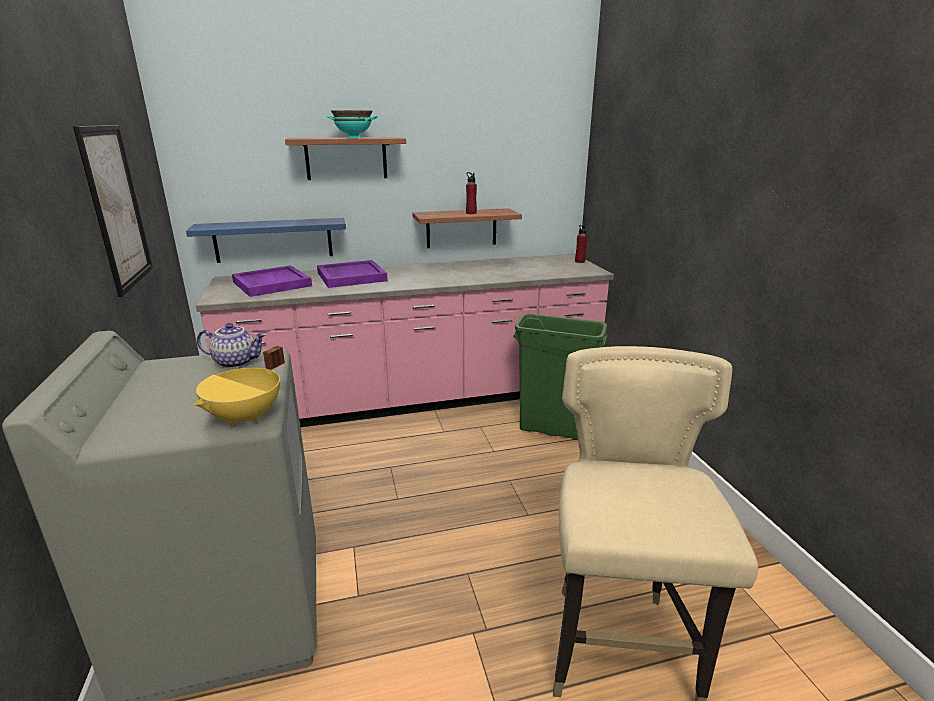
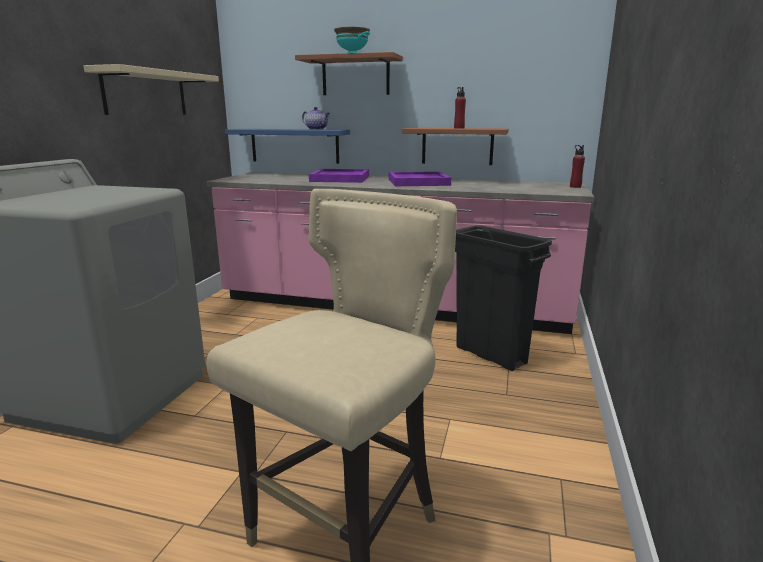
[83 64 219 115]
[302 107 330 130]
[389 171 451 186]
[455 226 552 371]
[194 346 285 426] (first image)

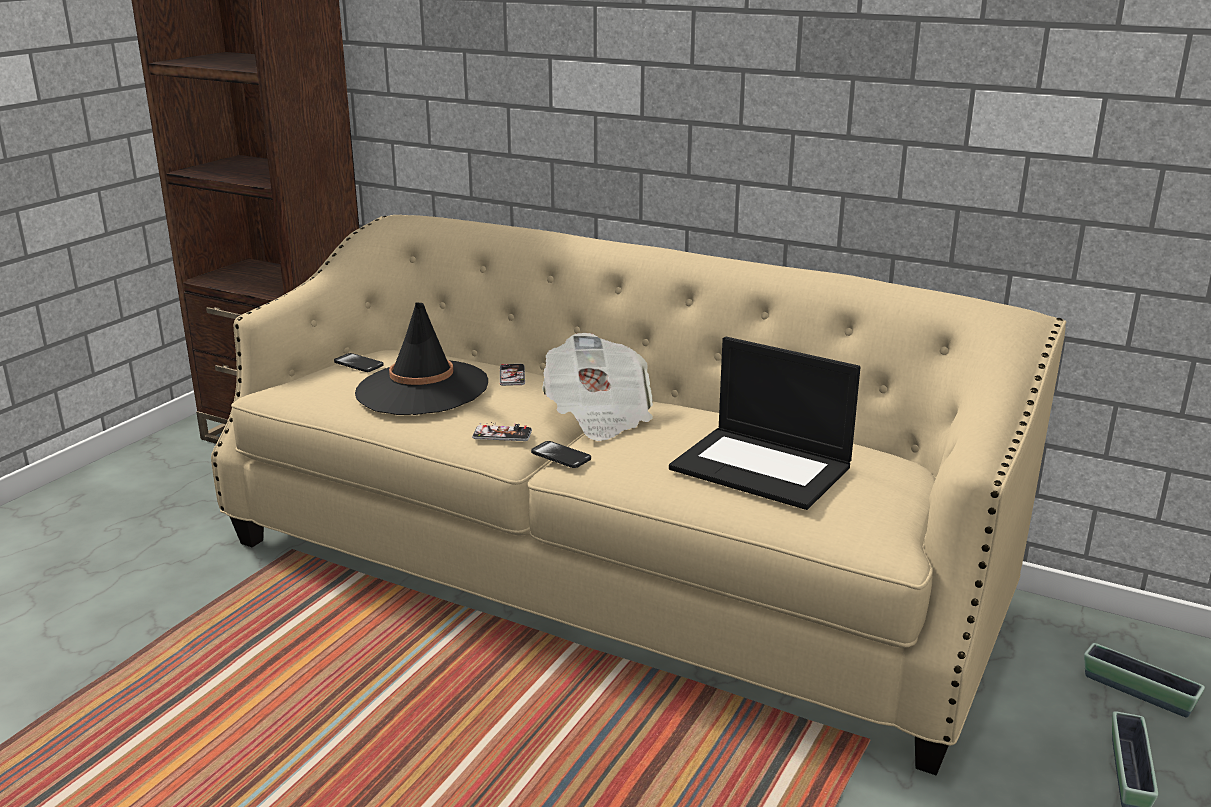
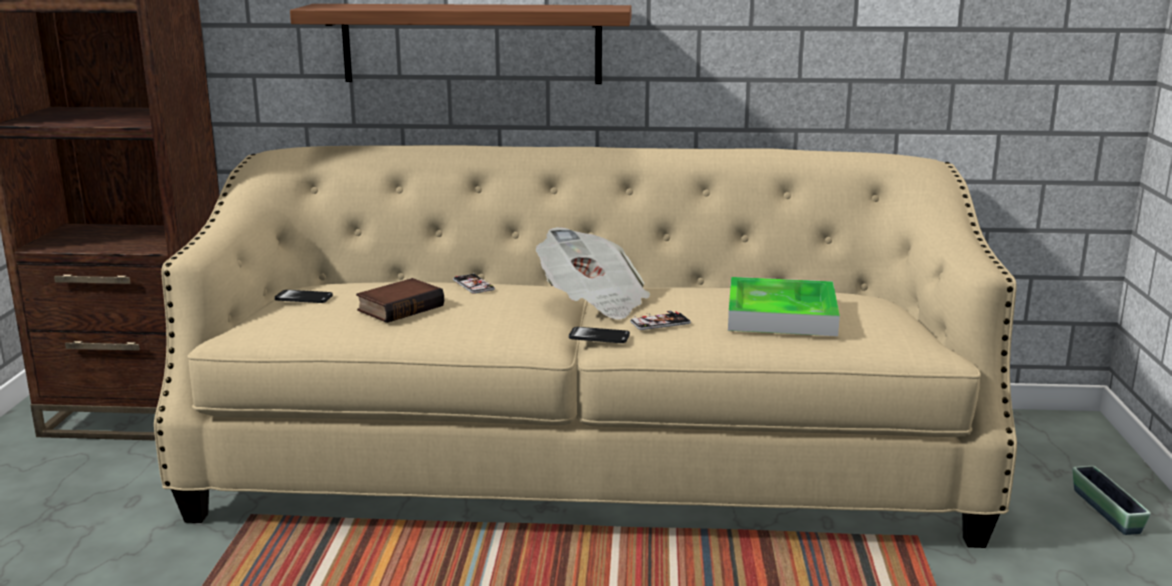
[290 4 632 84]
[356 278 444 323]
[630 311 691 330]
[728 277 840 336]
[1084 643 1205 717] (first image)

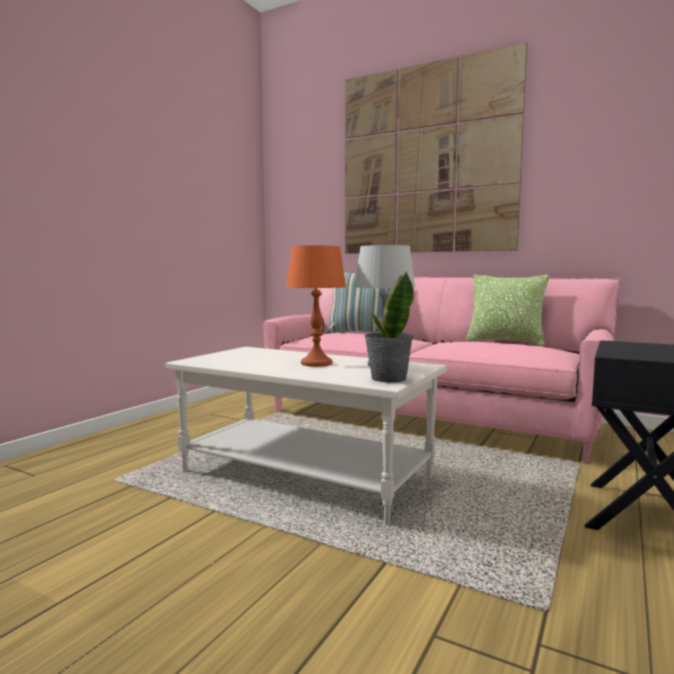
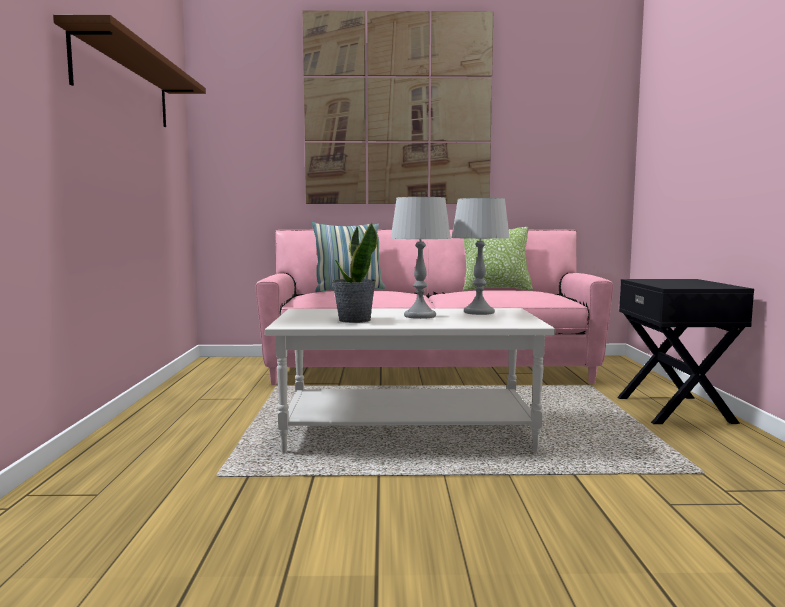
[53 14 206 127]
[332 222 377 323]
[390 197 451 319]

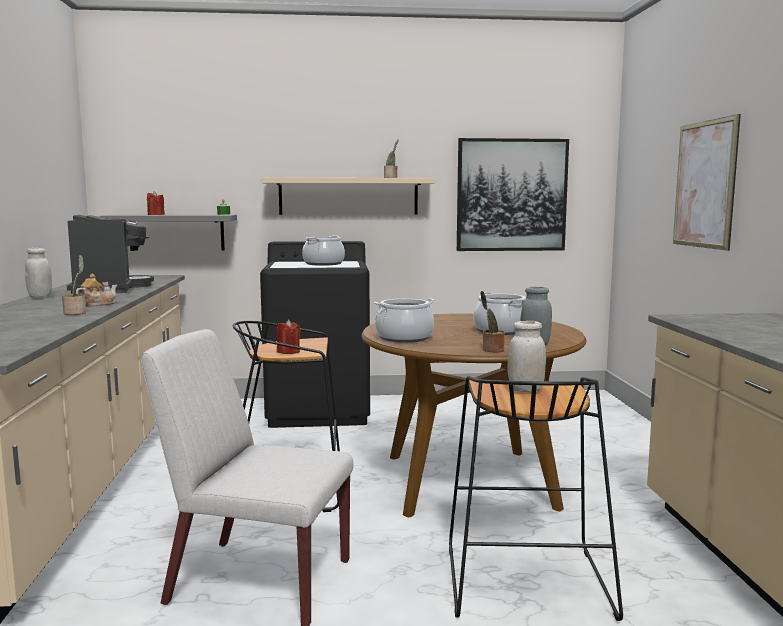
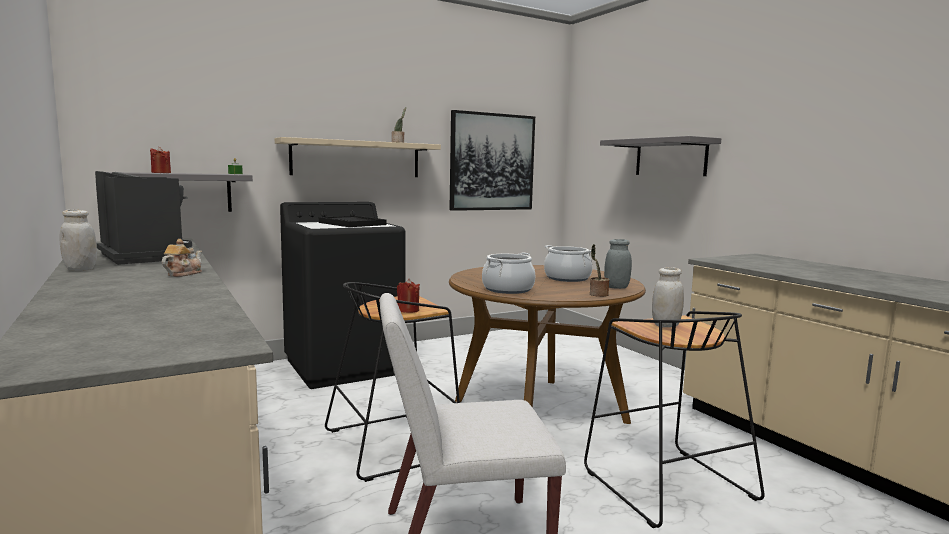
[319 216 386 227]
[600 136 721 176]
[62 255 86 315] (first image)

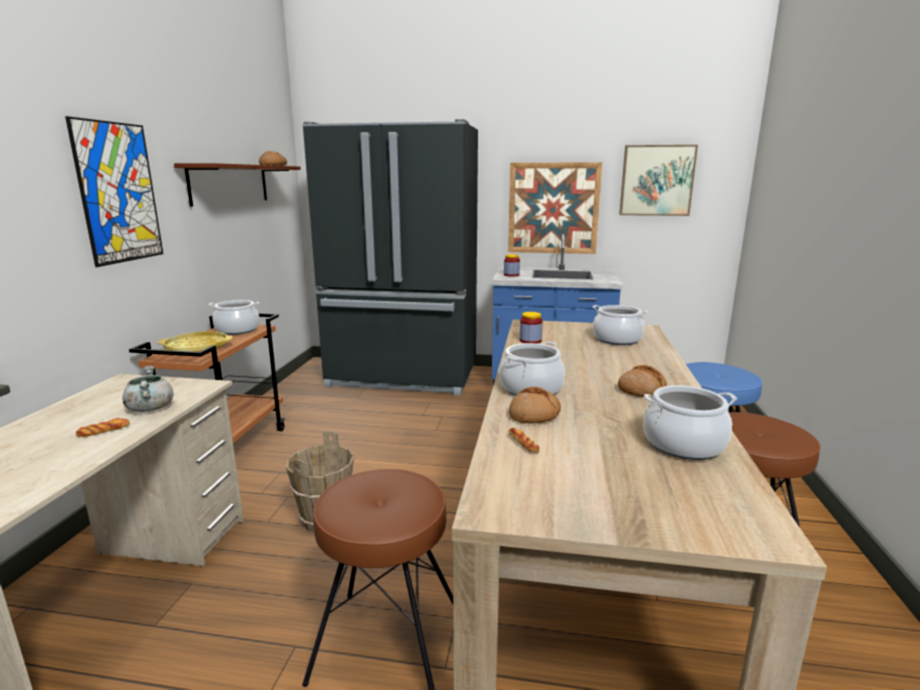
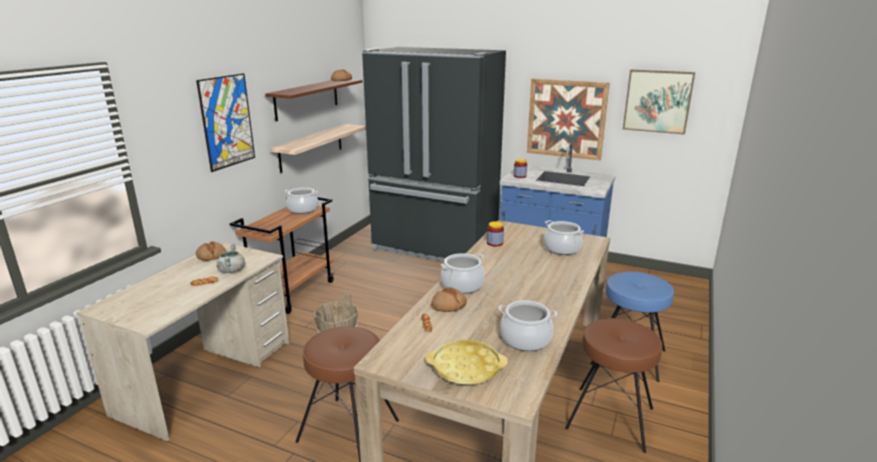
[196 241 227 261]
[270 124 366 173]
[426 340 508 385]

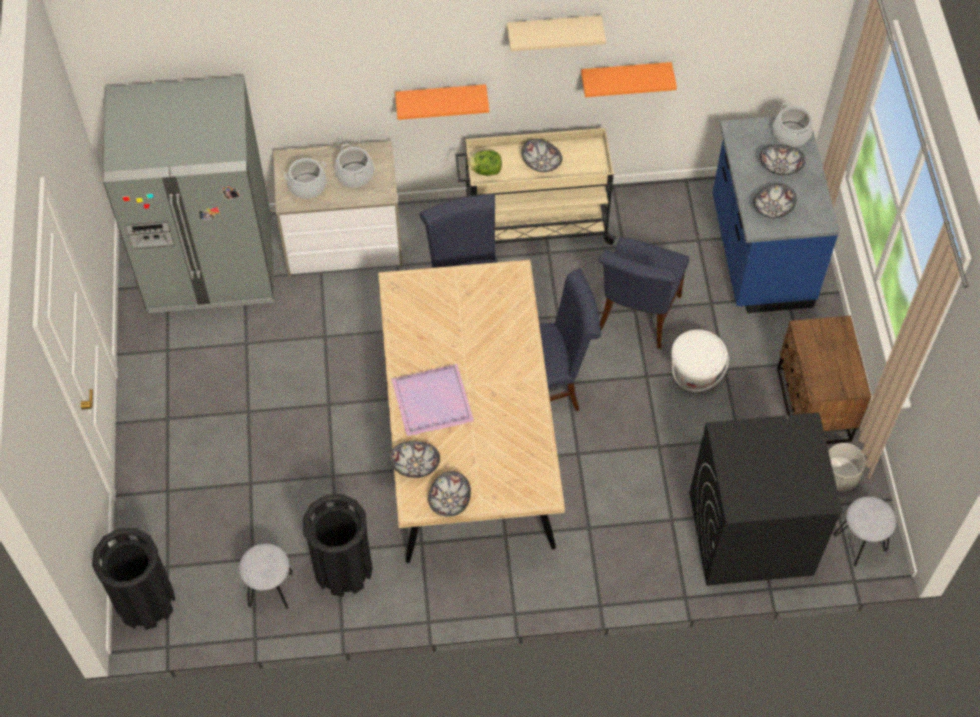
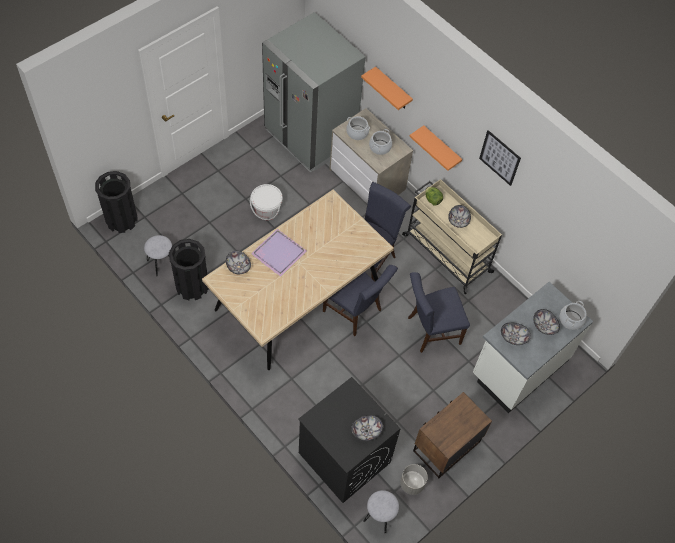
[250 184 283 220]
[351 415 383 441]
[361 67 413 110]
[473 282 593 413]
[479 130 521 186]

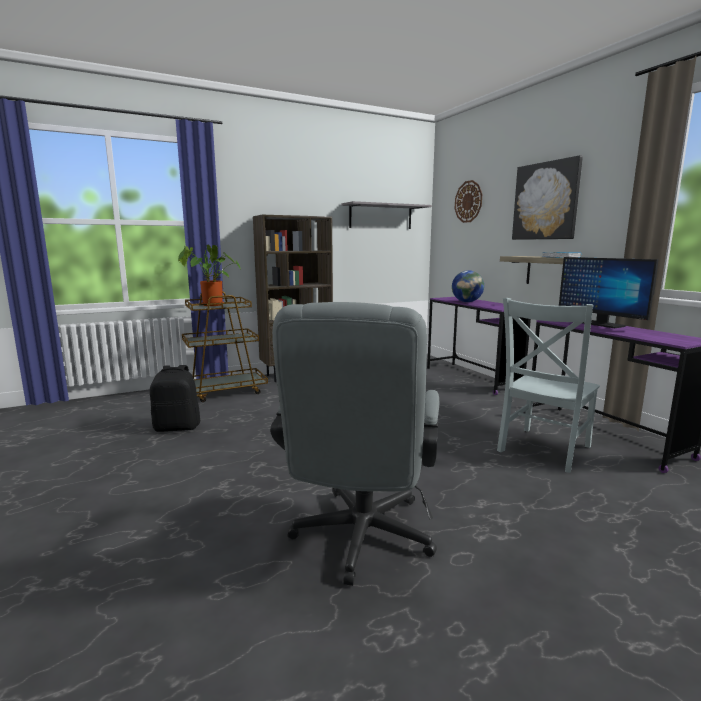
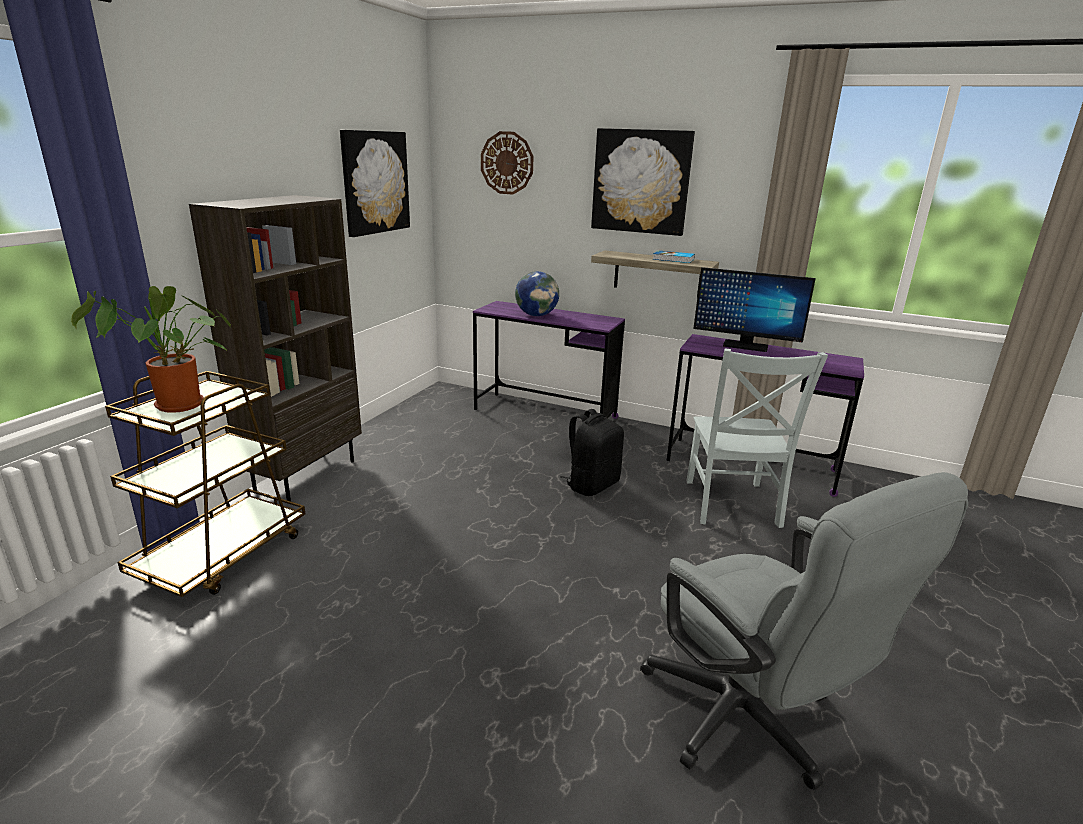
[340 130 410 237]
[560 409 624 496]

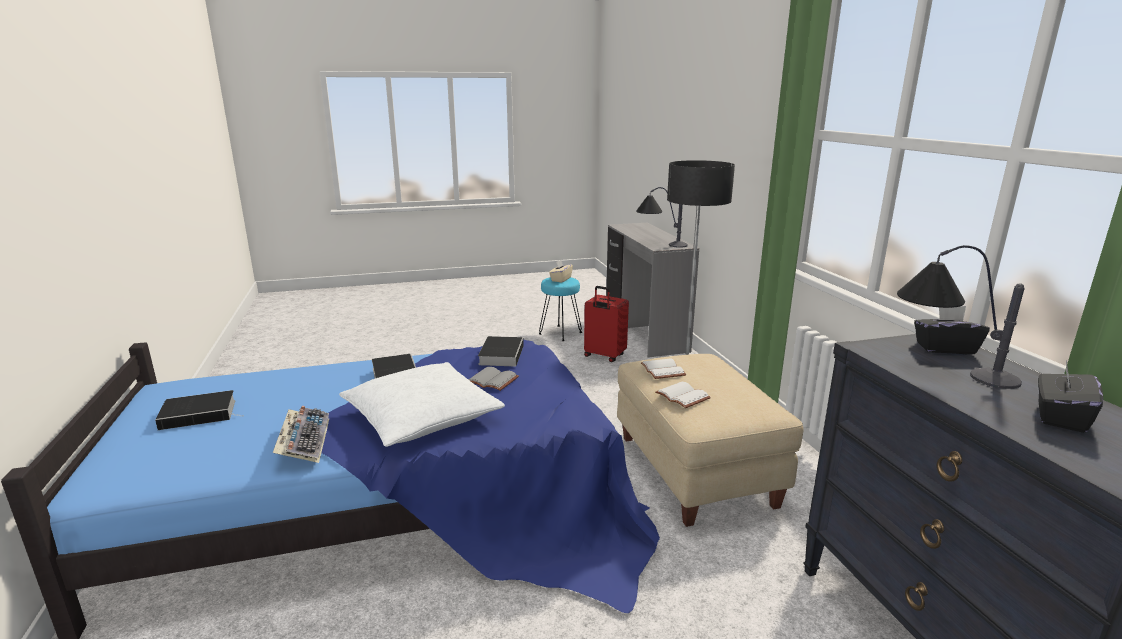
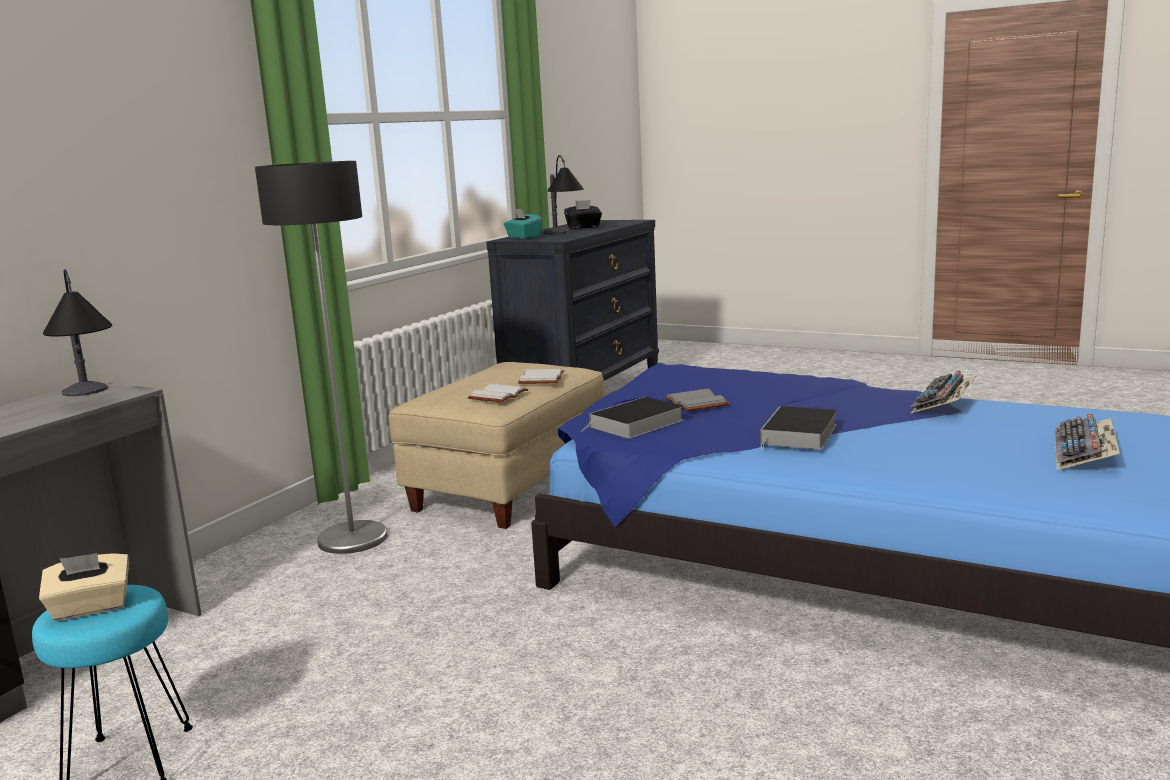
[504 208 542 239]
[1055 413 1120 470]
[339 362 505 447] (first image)
[584 286 629 362] (first image)

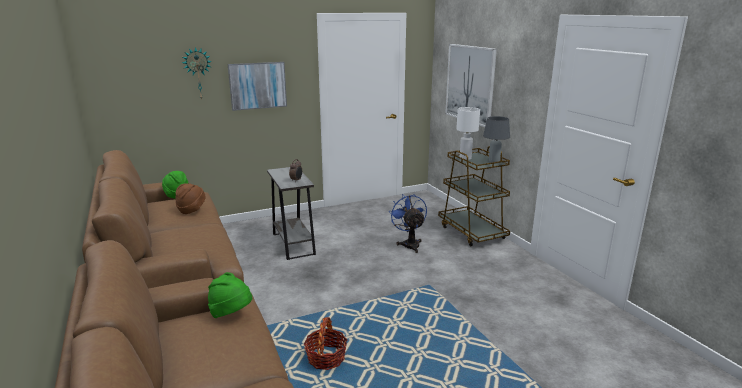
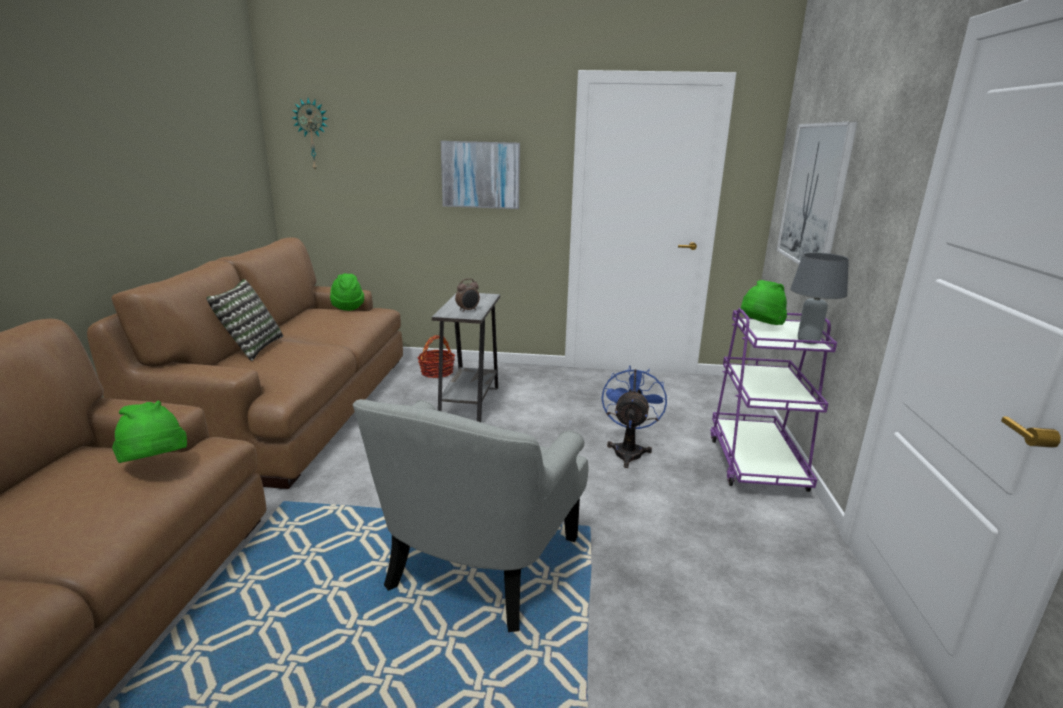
[206 279 283 361]
[292 98 328 172]
[352 399 588 632]
[418 335 455 378]
[710 308 837 492]
[741 280 787 325]
[175 183 206 214] (first image)

